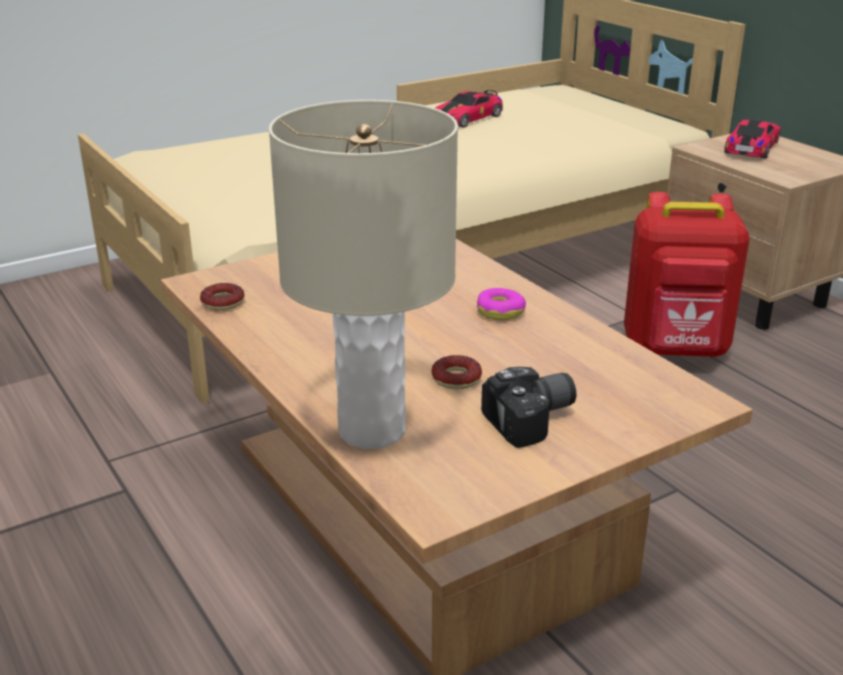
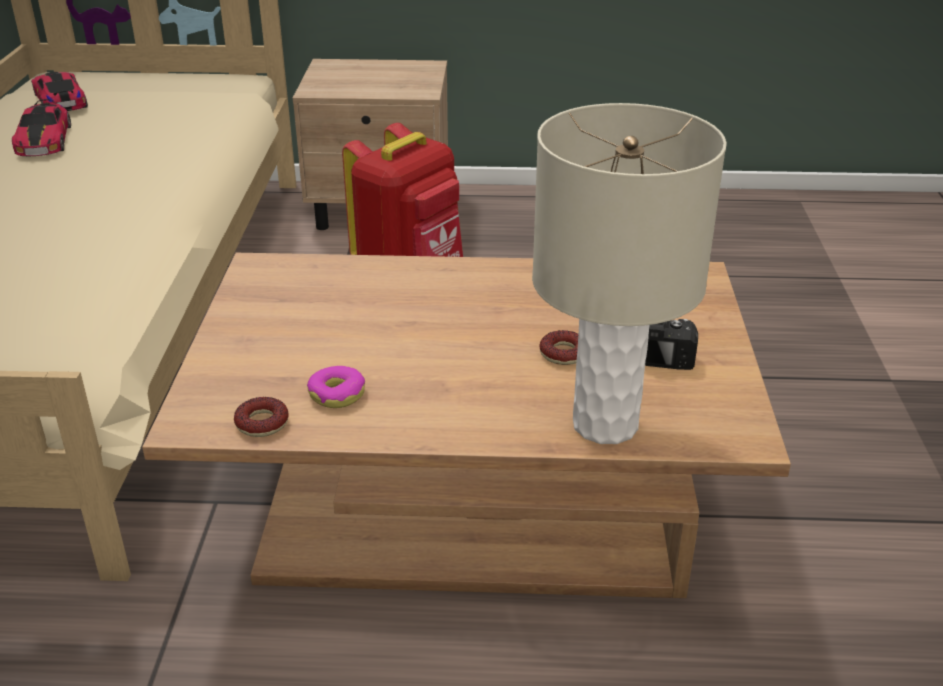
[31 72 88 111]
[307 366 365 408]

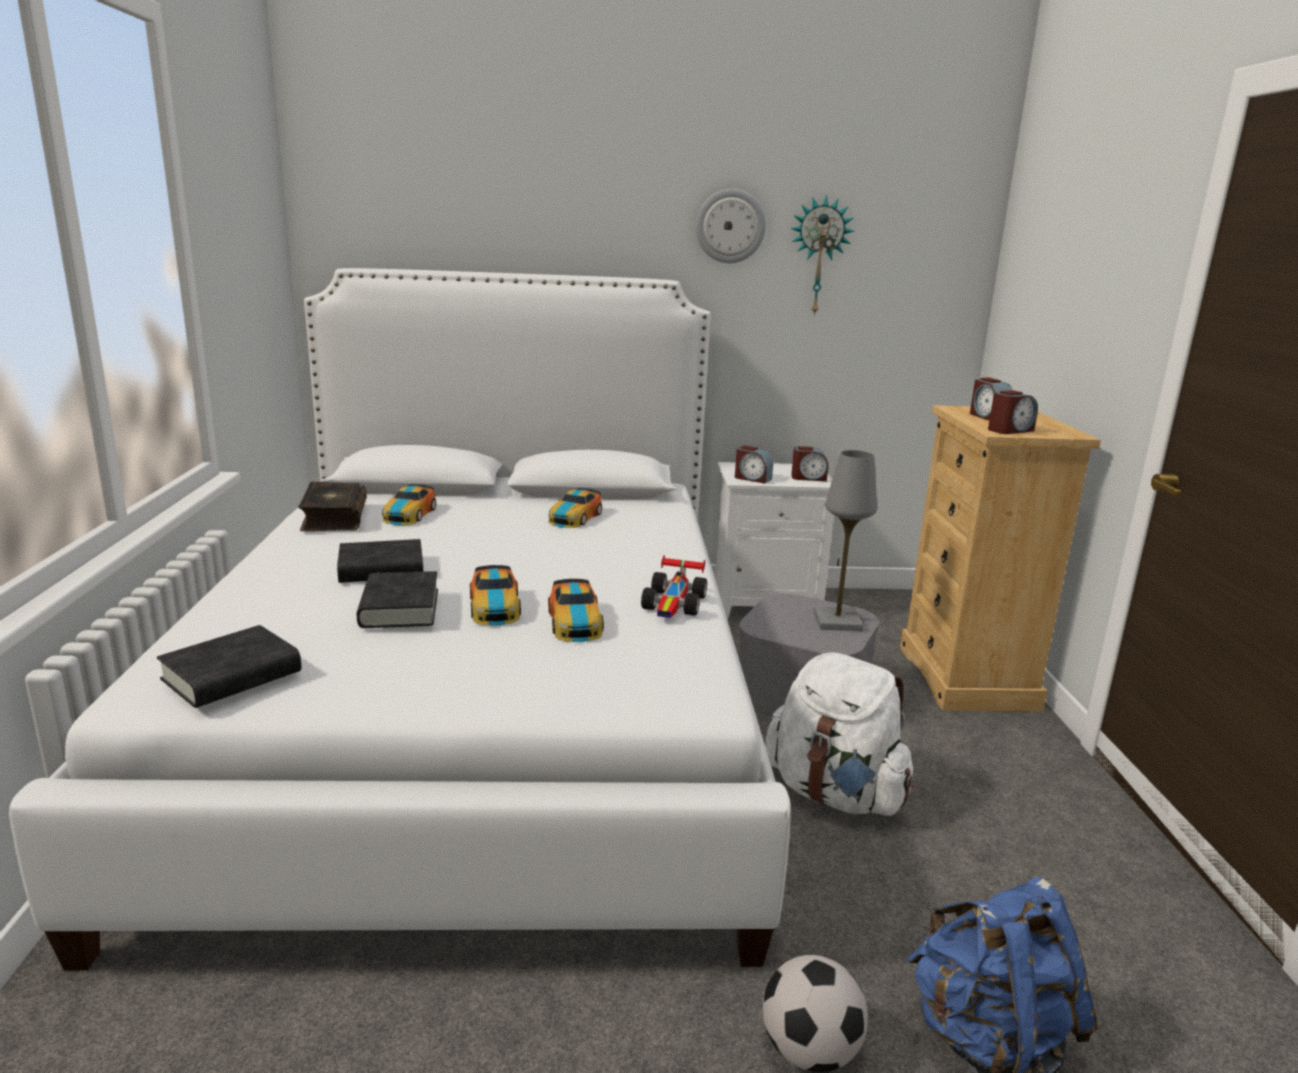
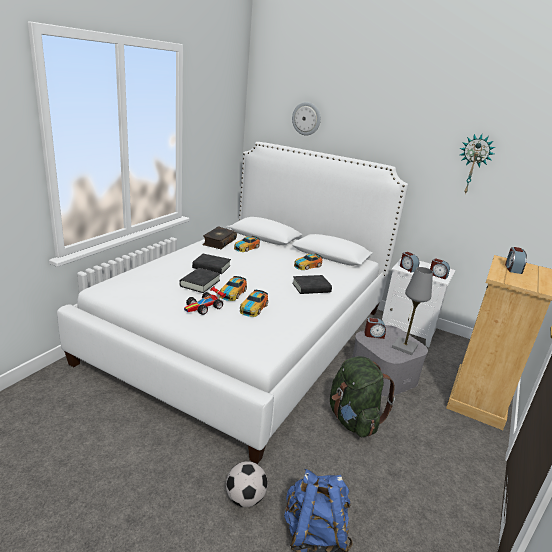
[184 286 226 315]
[292 102 321 135]
[292 275 332 294]
[330 356 395 437]
[364 318 386 339]

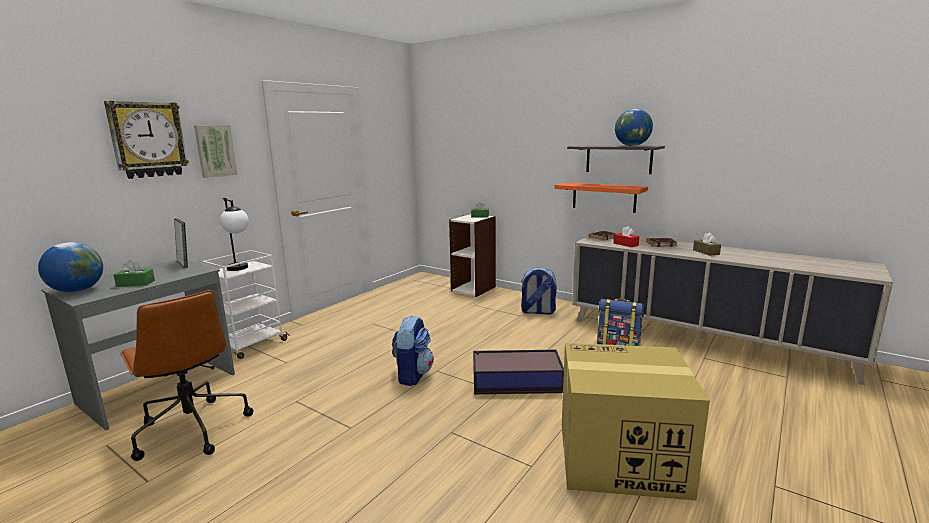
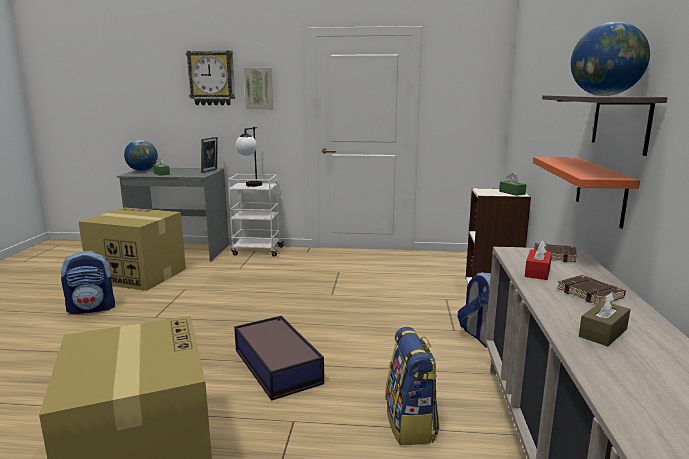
[61 251 115 314]
[78 207 186 291]

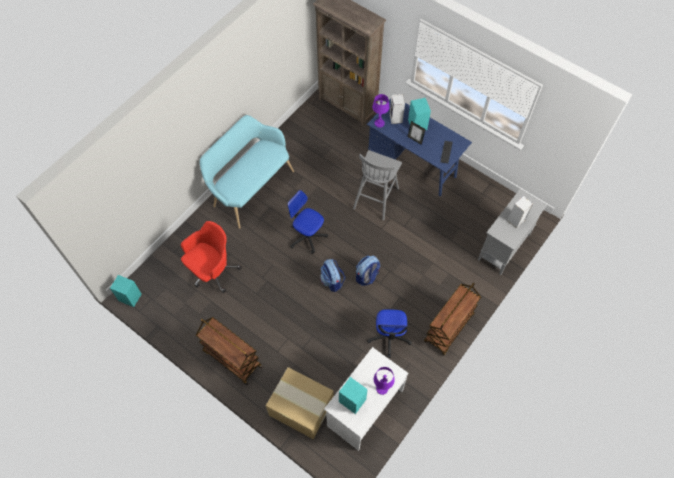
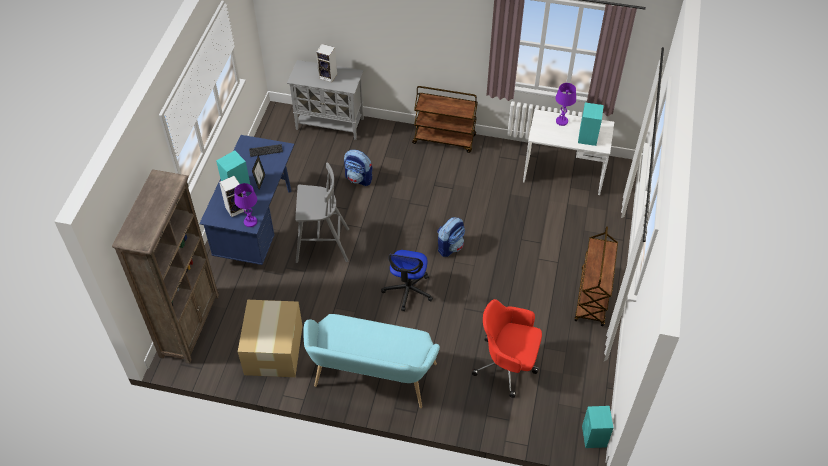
[238 300 303 377]
[344 150 373 186]
[367 309 412 358] (first image)

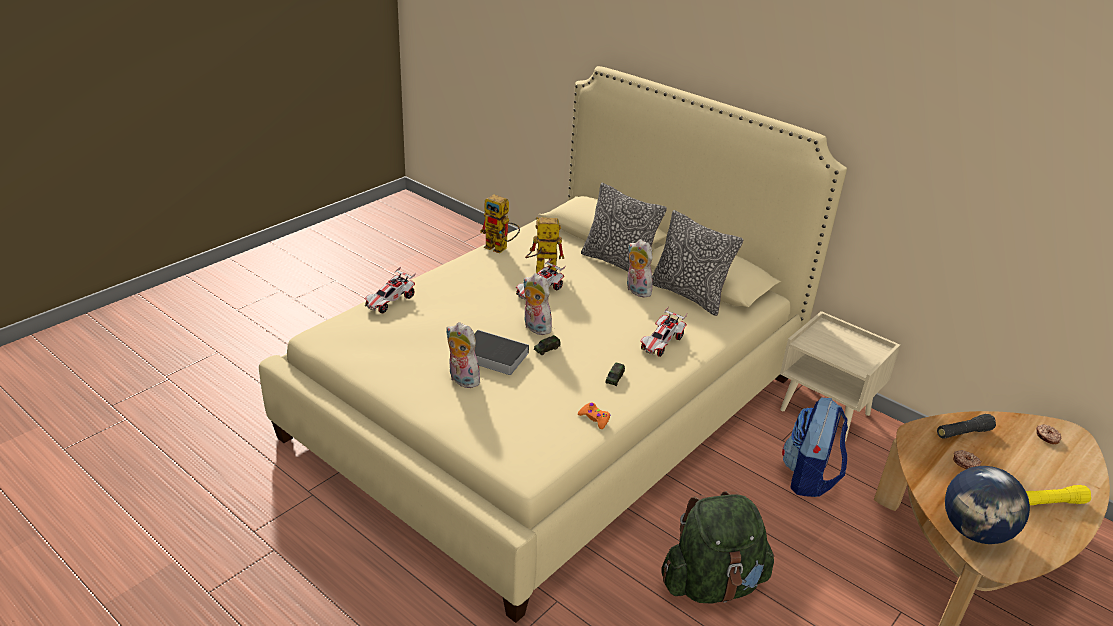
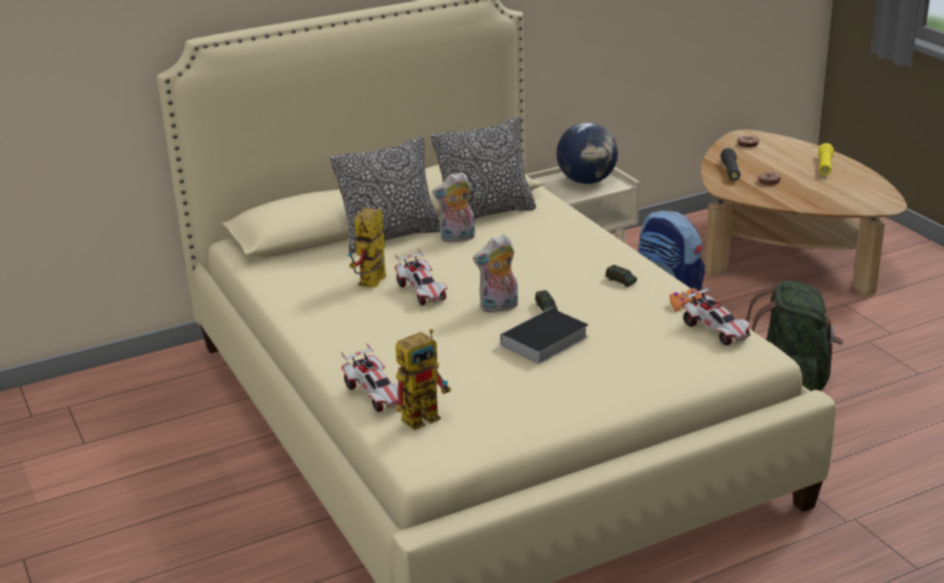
[395 329 451 430]
[556 122 618 184]
[682 284 751 345]
[446 322 483 388] (first image)

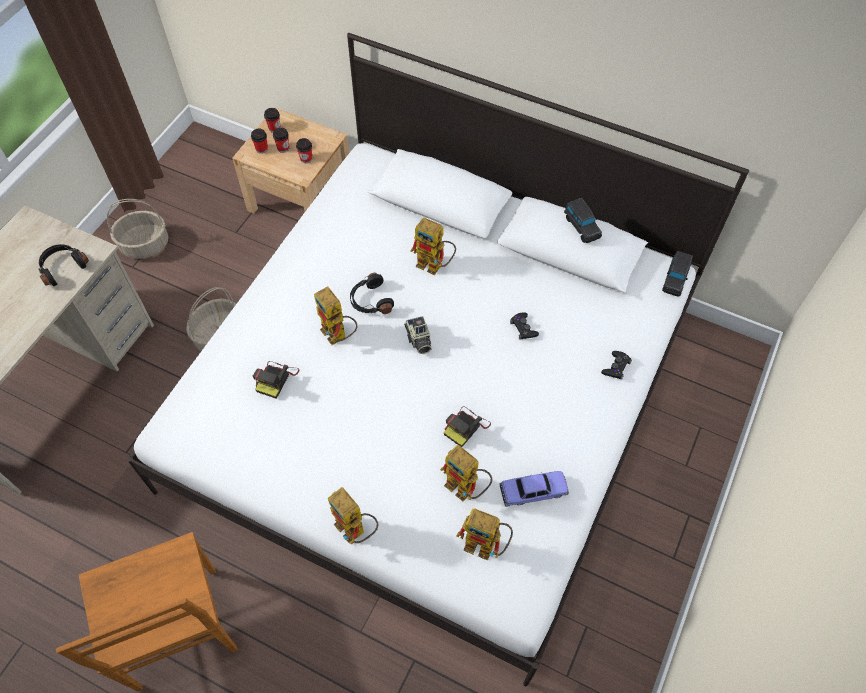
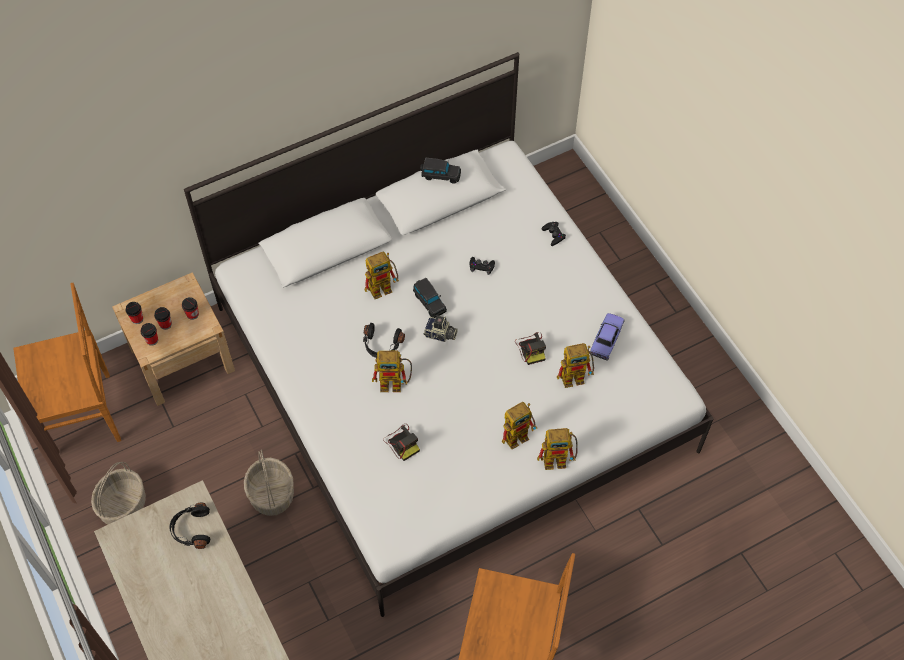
[13 283 121 442]
[413 278 447 318]
[502 402 537 449]

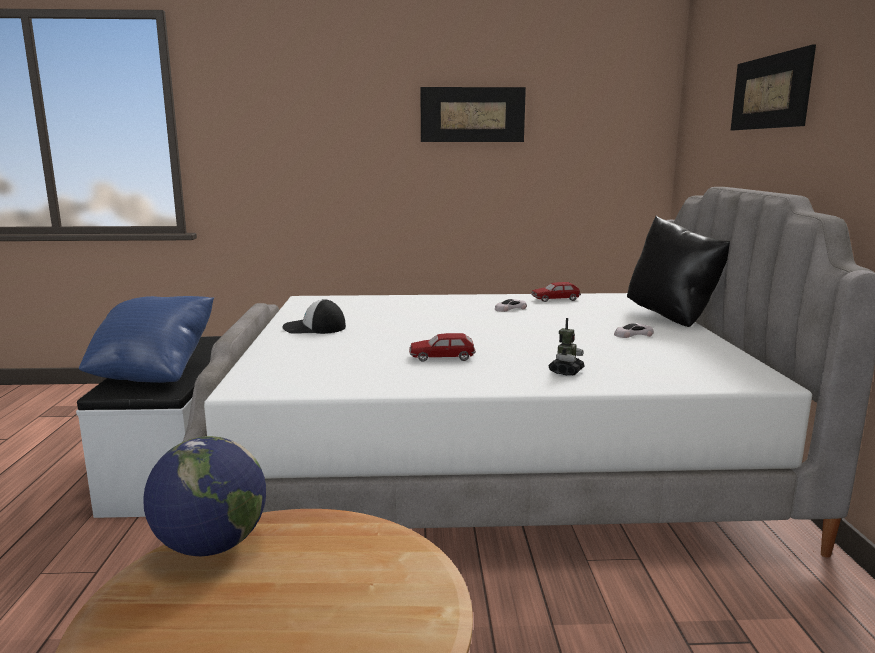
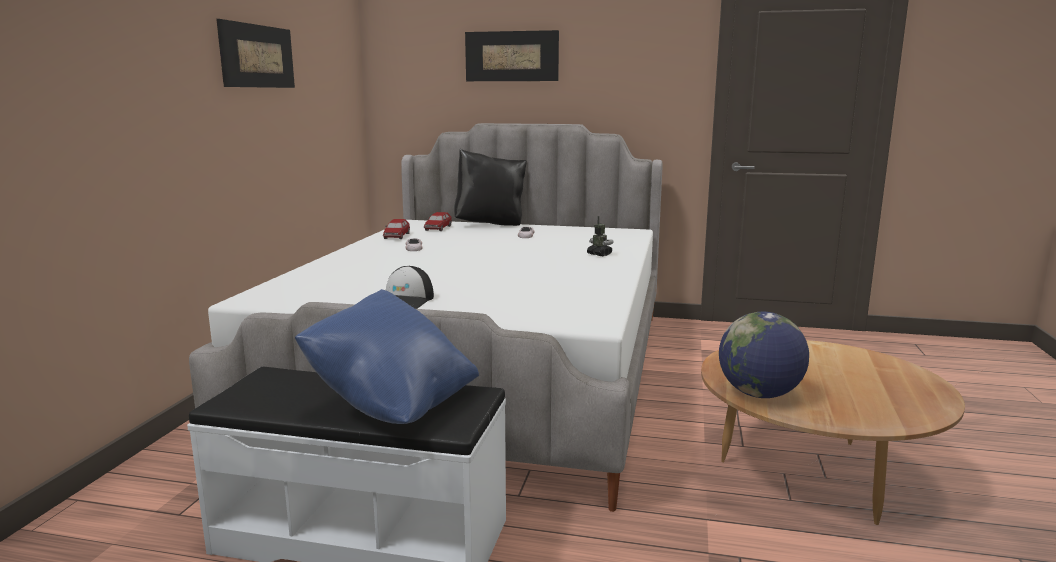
[424 212 452 231]

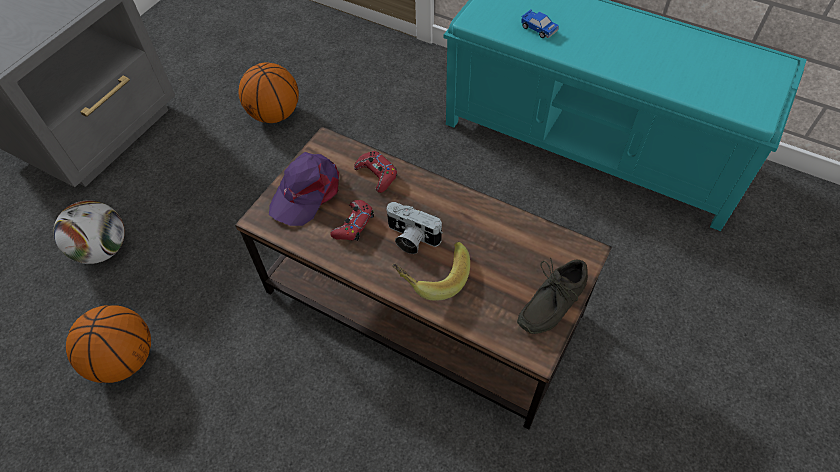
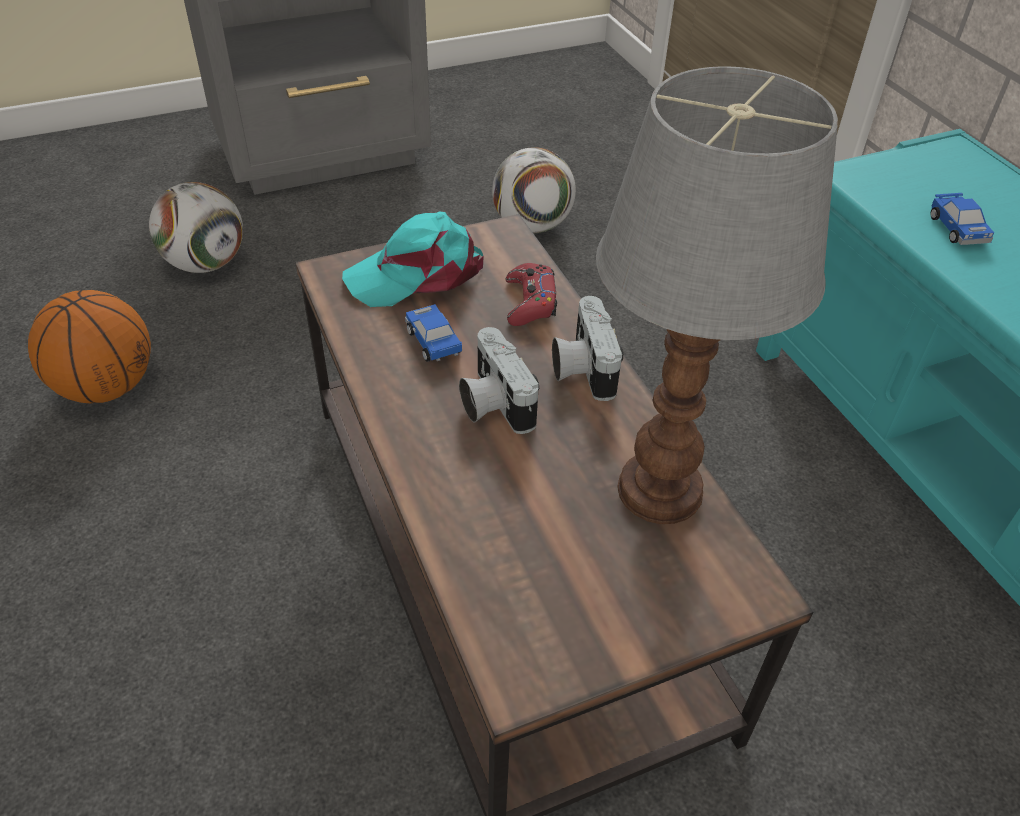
[342 212 483 307]
[405 304 462 362]
[492 147 576 233]
[552 296 623 401]
[596 67 838 524]
[392 242 470 301] (first image)
[517 257 588 334] (first image)

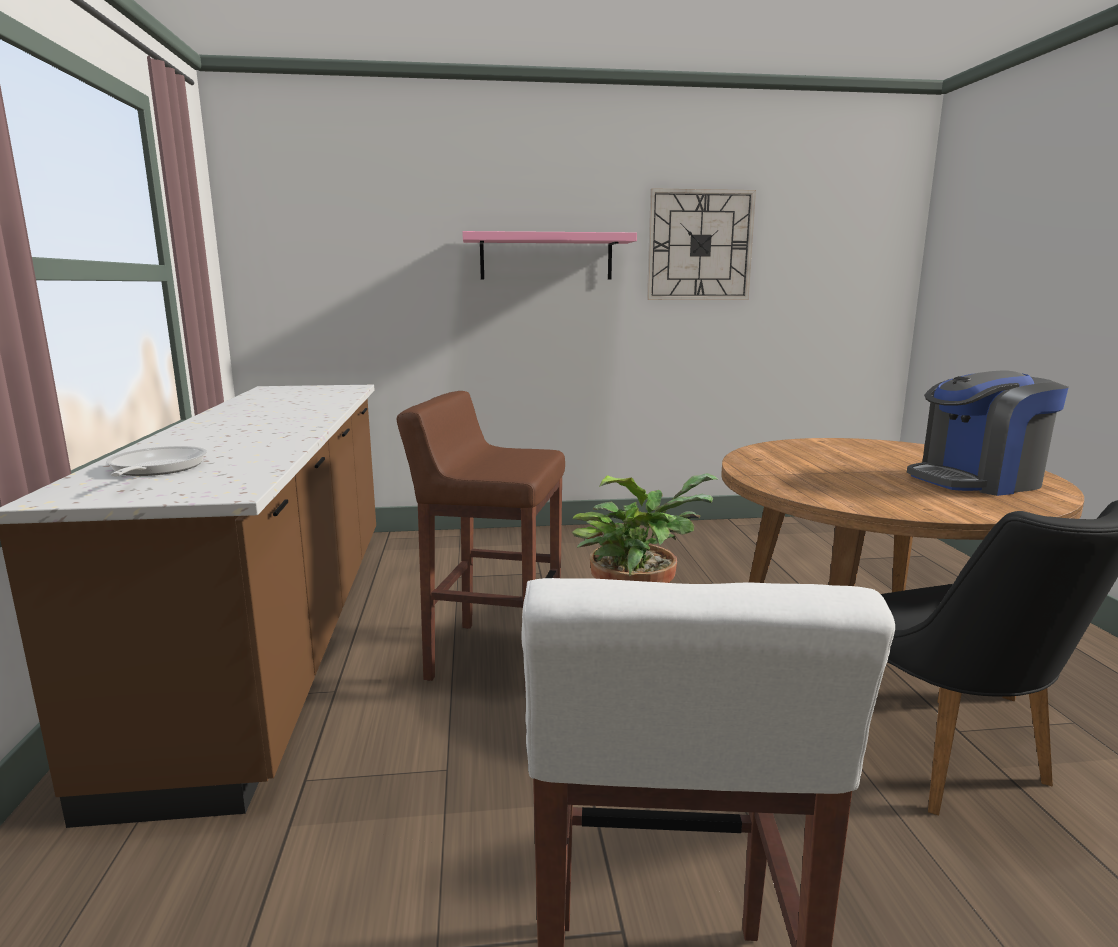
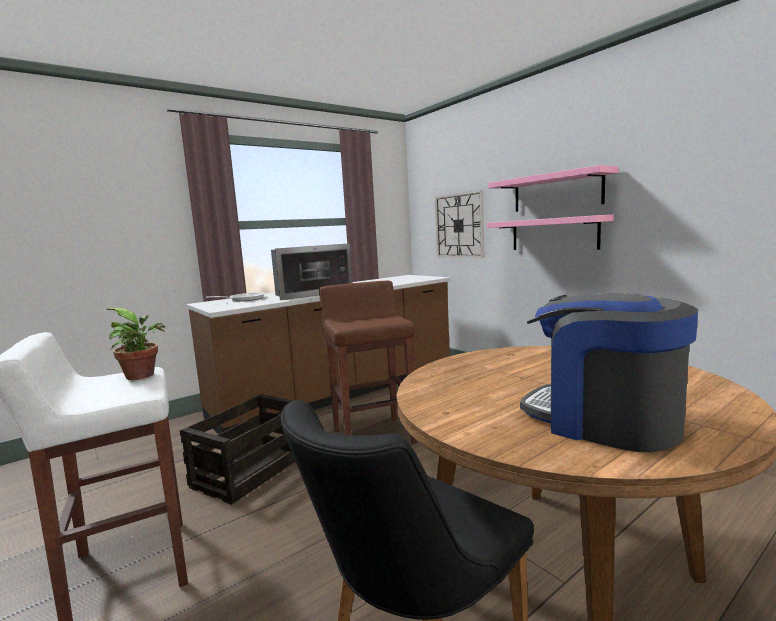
[180 394 295 505]
[271 243 353 300]
[435 190 485 258]
[487 215 614 250]

